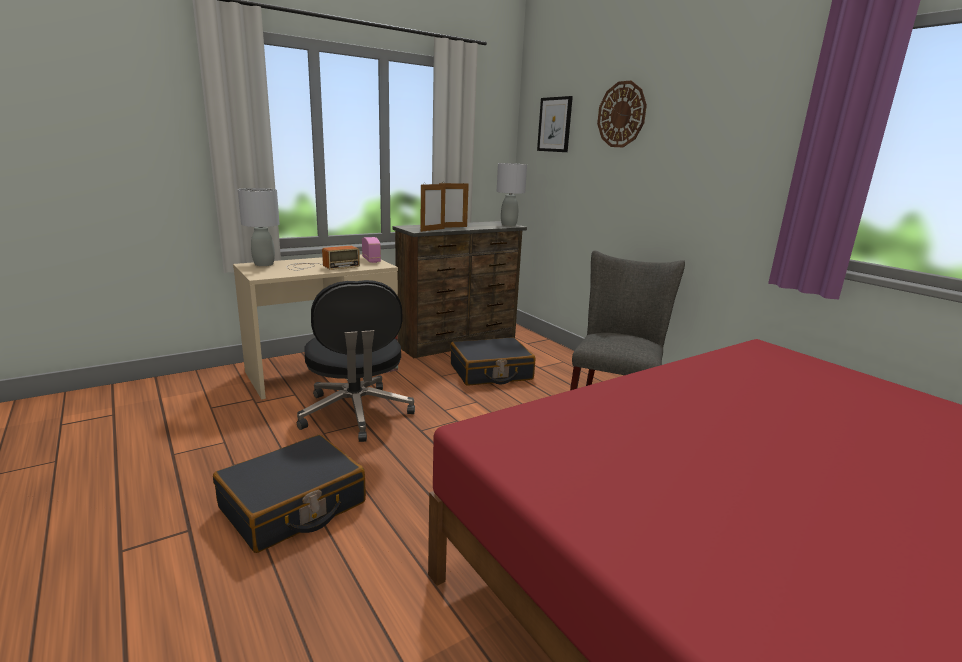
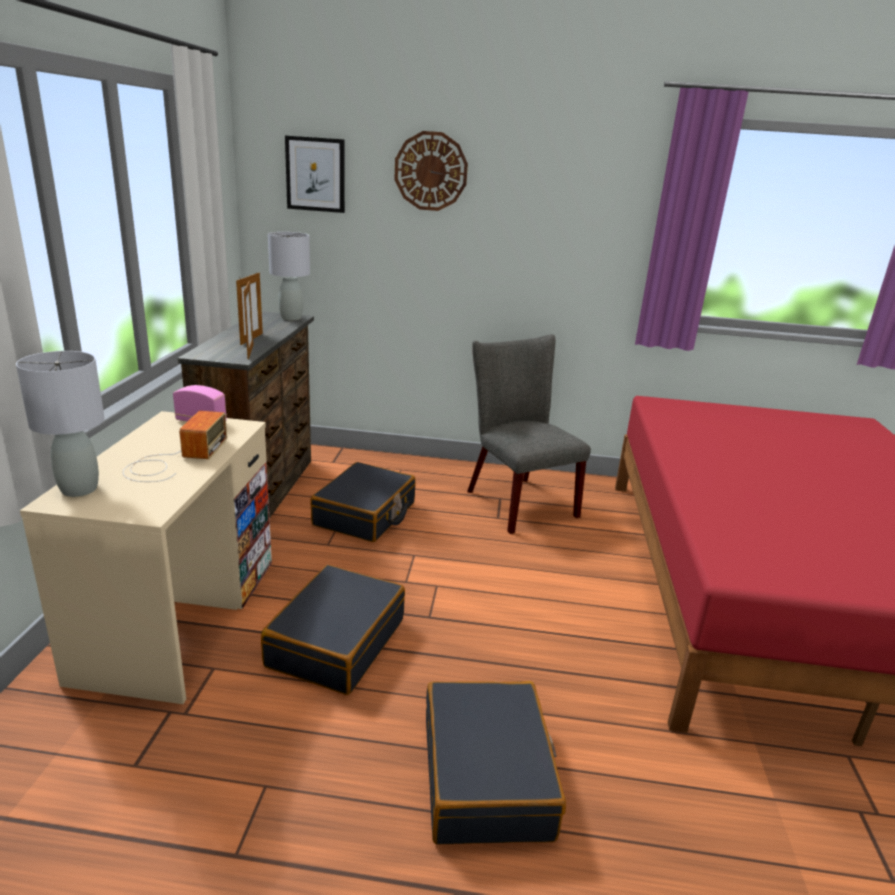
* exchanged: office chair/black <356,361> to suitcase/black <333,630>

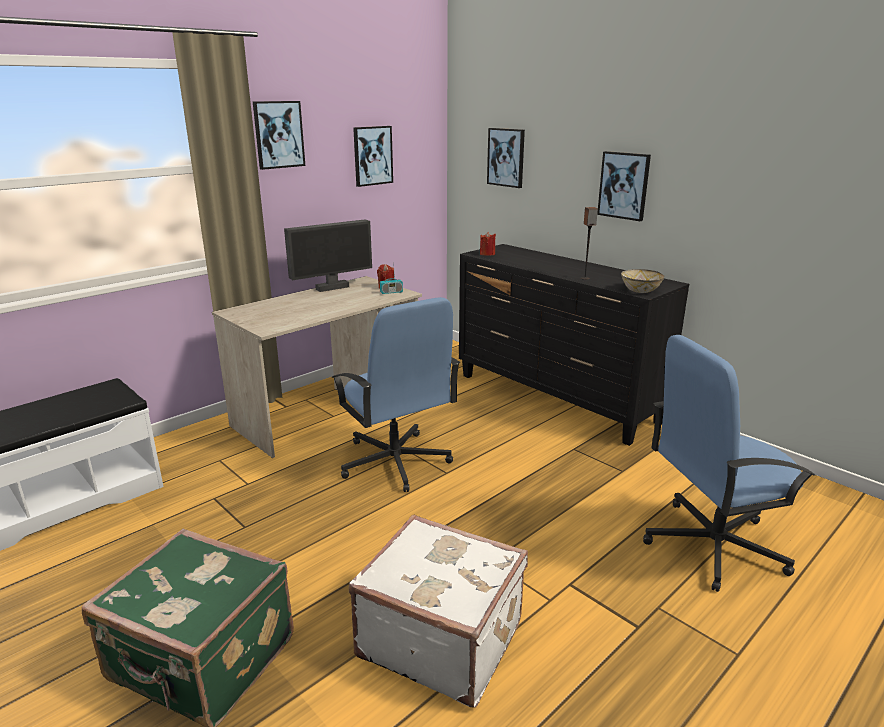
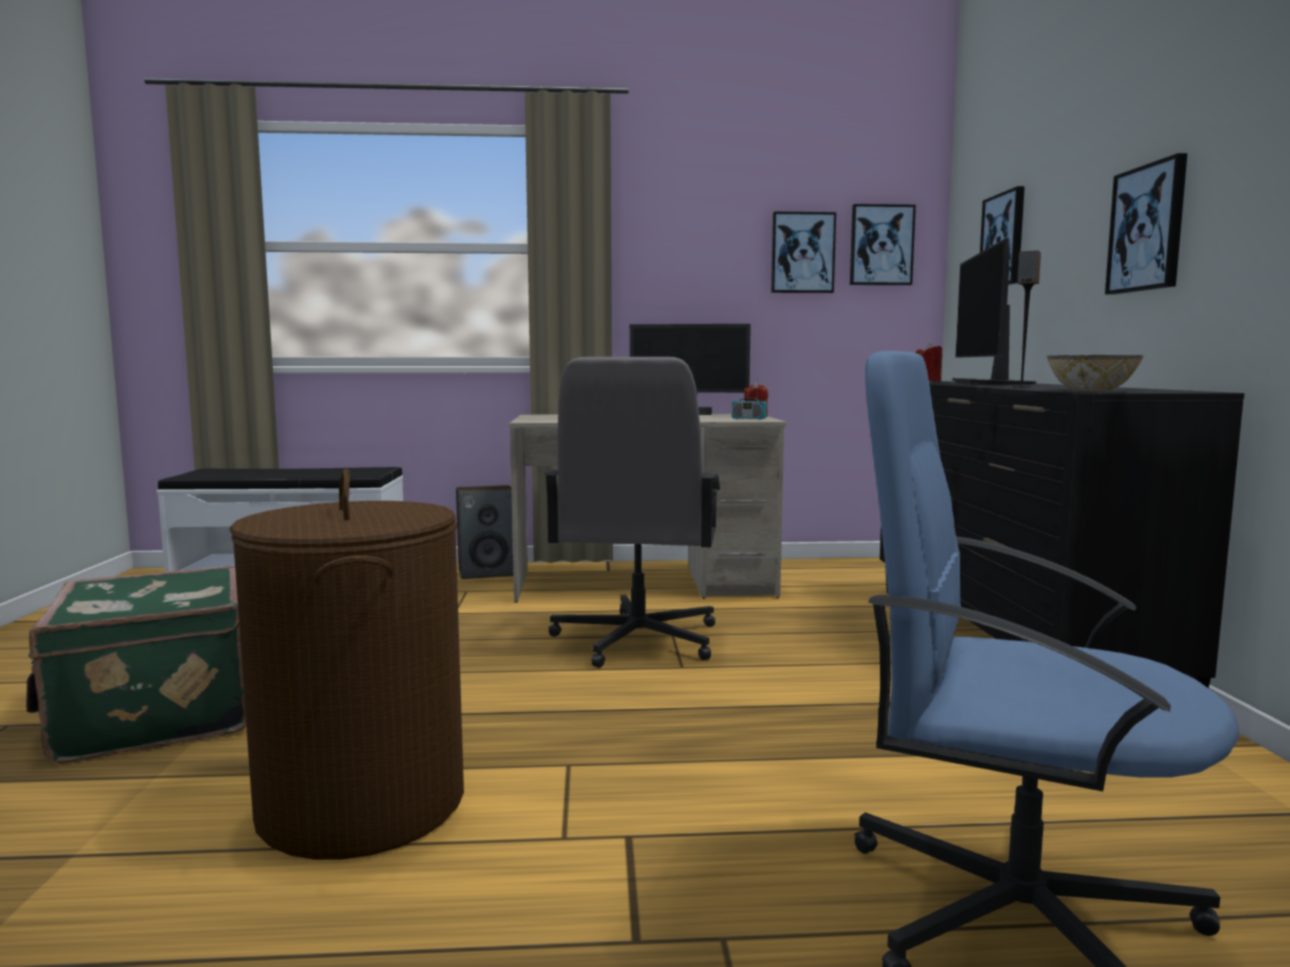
* relocated: picture <279,135> to <883,244>
* colour: office chair/blue <396,394> to office chair/grey <631,512>
* exchanged: suitcase/white <438,611> to laundry basket/brown <346,664>
* appeared: speaker <484,532>
* appeared: monitor <994,311>

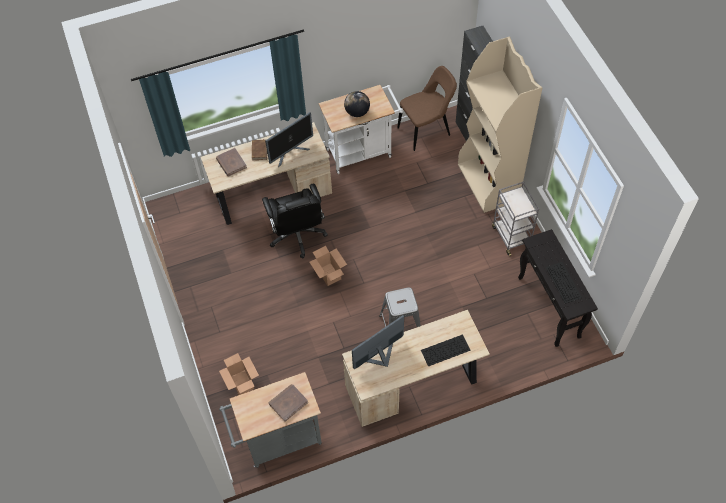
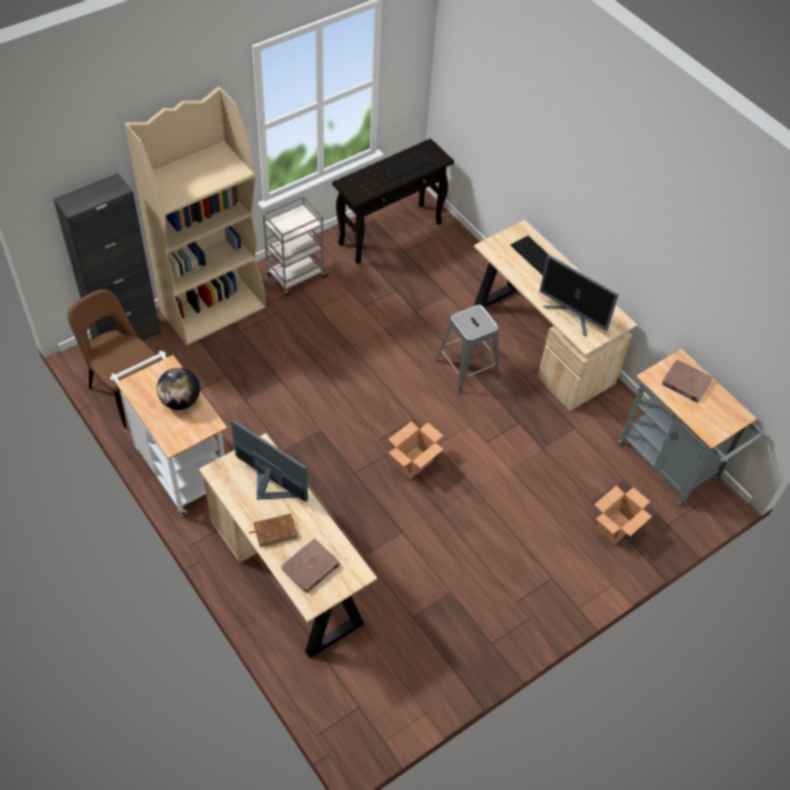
* missing: office chair/black <295,221>

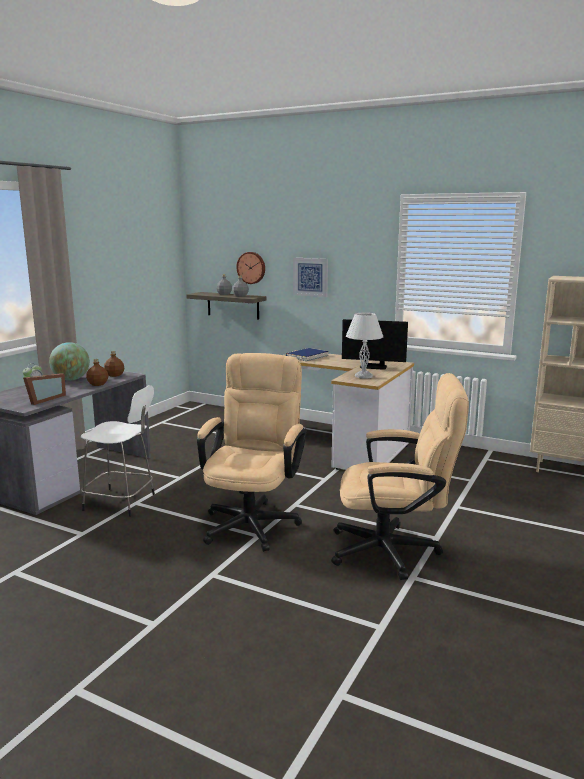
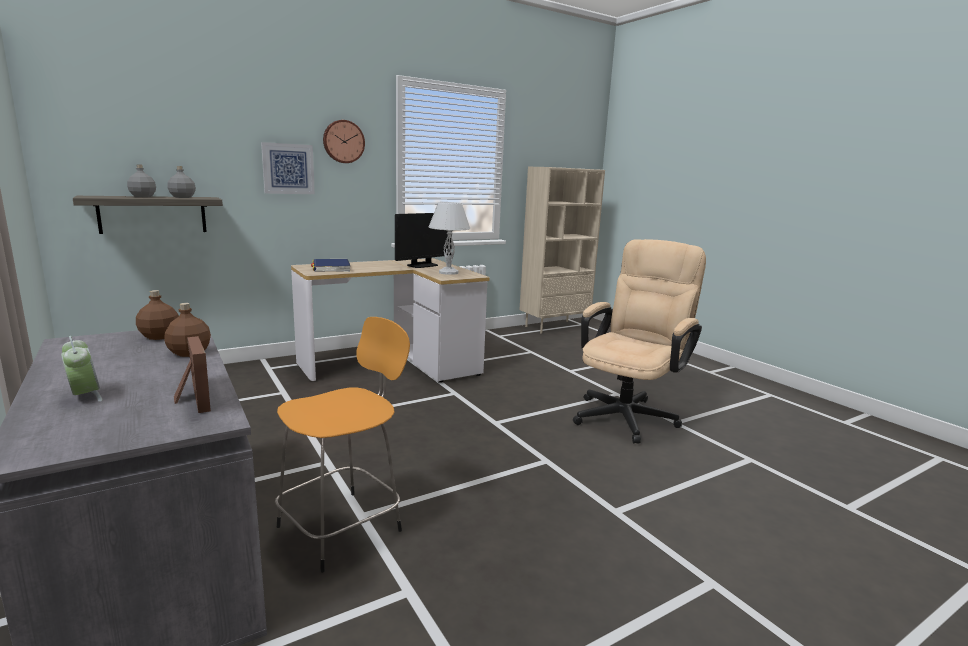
* missing: globe <69,361>
* colour: stool/white <118,451> to stool/orange <342,445>
* missing: office chair/beige <251,452>
* relocated: wall clock <250,268> to <344,141>

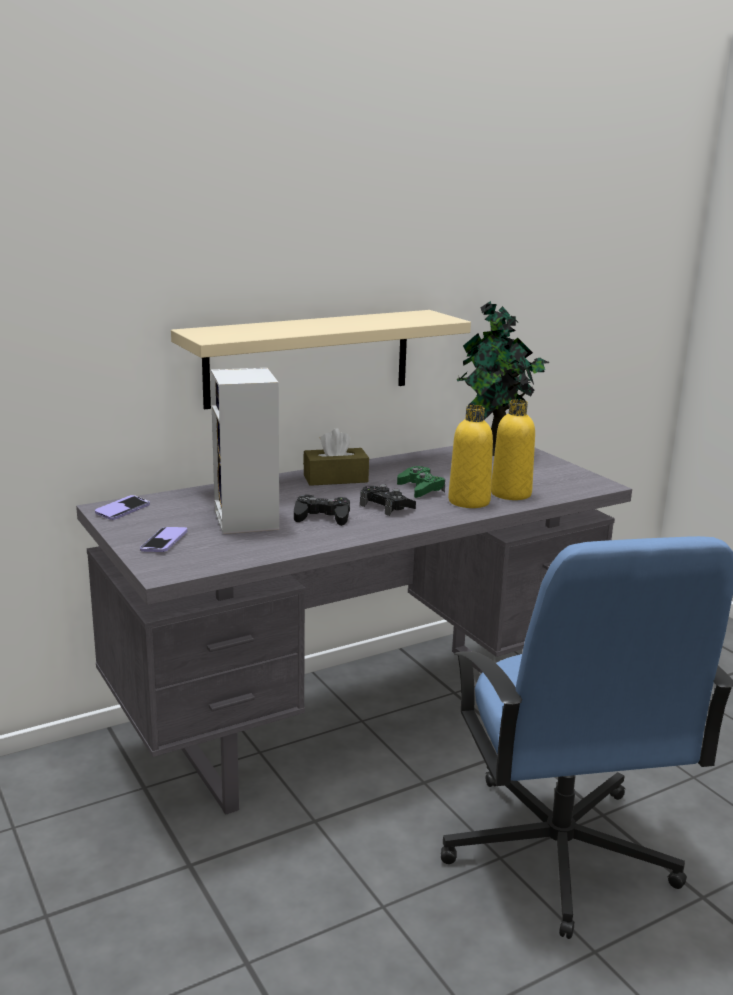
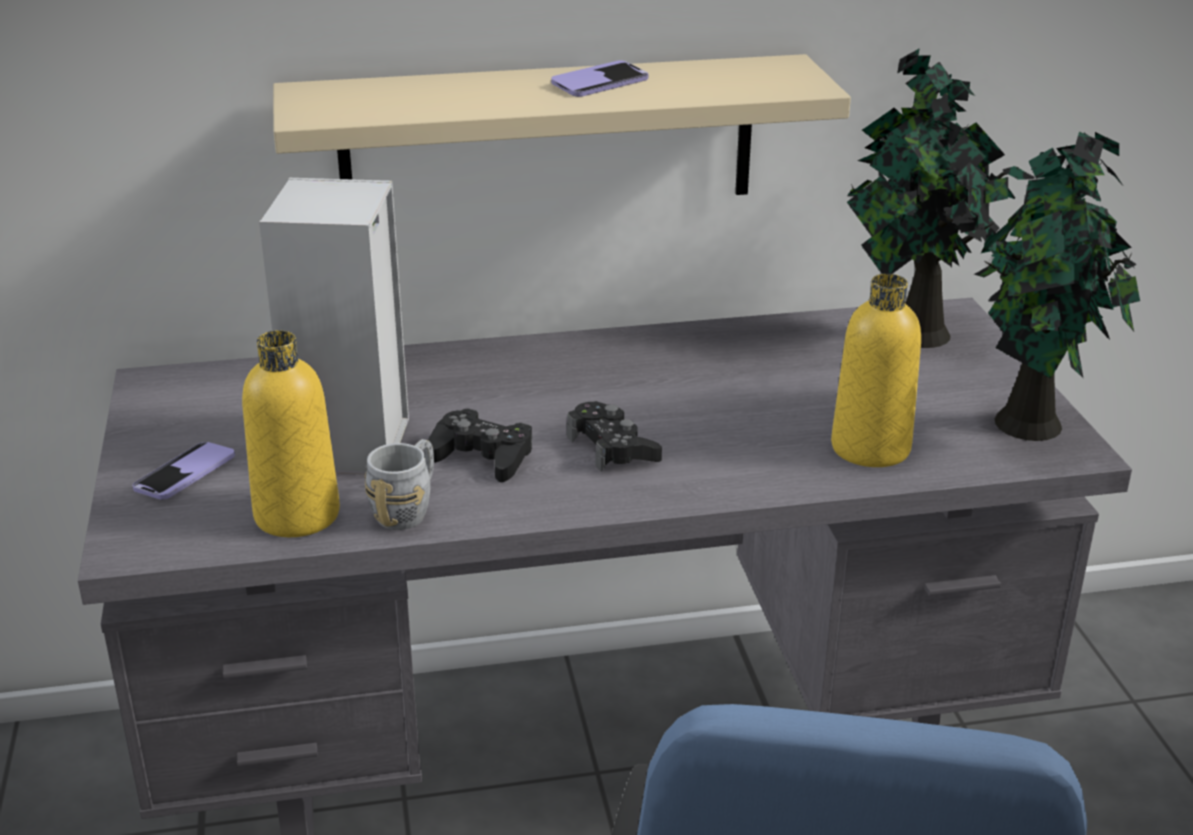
* relocated: phone <122,507> to <600,78>
* missing: tissue box/brown <336,457>
* missing: game controller/green <421,482>
* relocated: bottle/yellow <470,456> to <291,433>
* appeared: mug/grey <399,484>
* appeared: potted plant <1057,286>

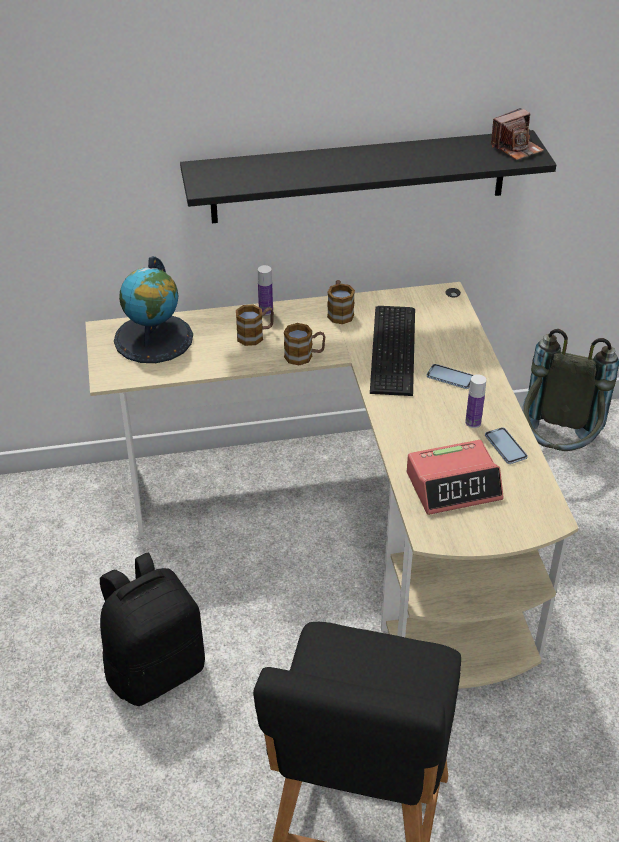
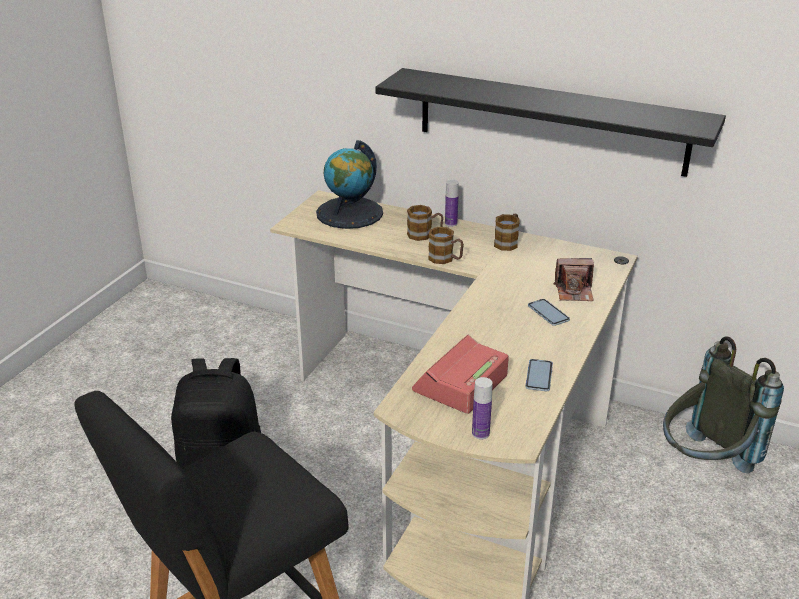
* missing: keyboard <392,351>
* spun: alarm clock <455,477> = <460,374> 105 degrees clockwise
* relocated: bottle <475,401> to <482,408>
* relocated: photo camera <517,134> to <573,279>

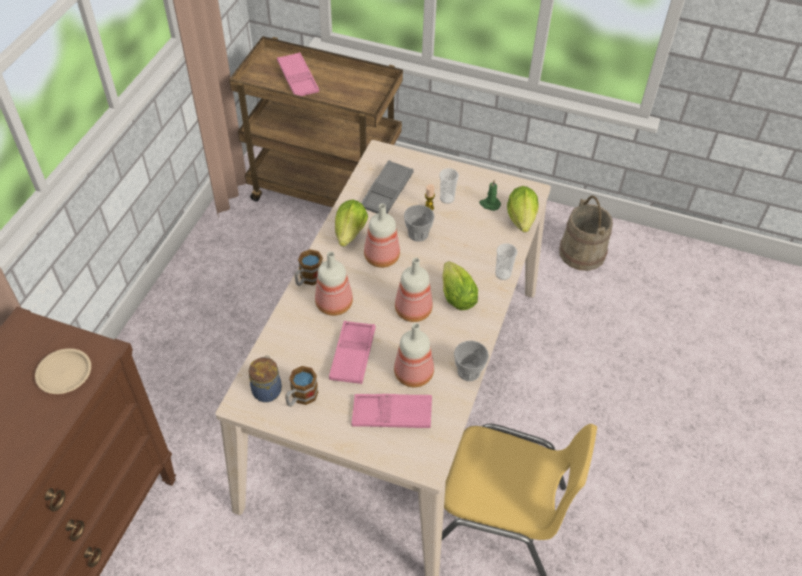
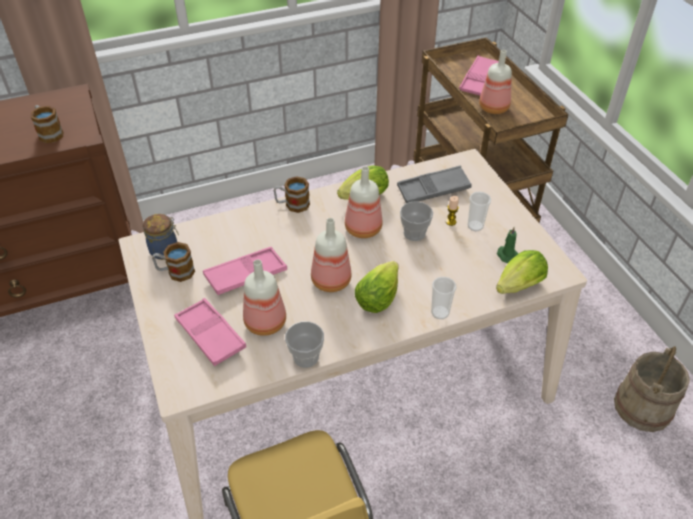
* exchanged: plate/beige <63,371> to mug <47,124>
* relocated: bottle <334,283> to <495,82>

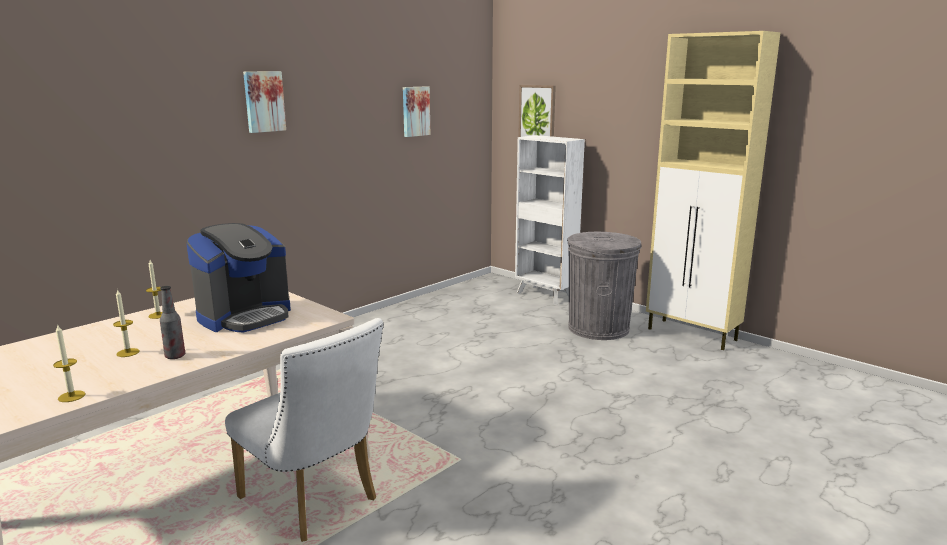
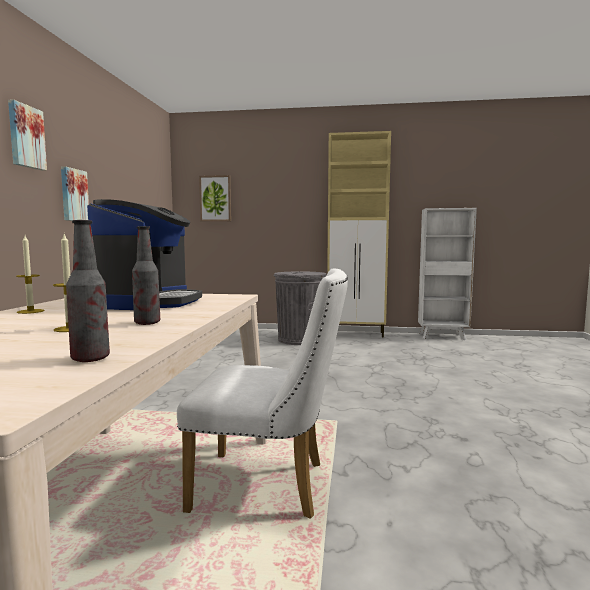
* exchanged: candle <69,363> to bottle <88,291>
* relocated: picture <416,111> to <75,193>
* relocated: bookcase/white <550,219> to <447,274>

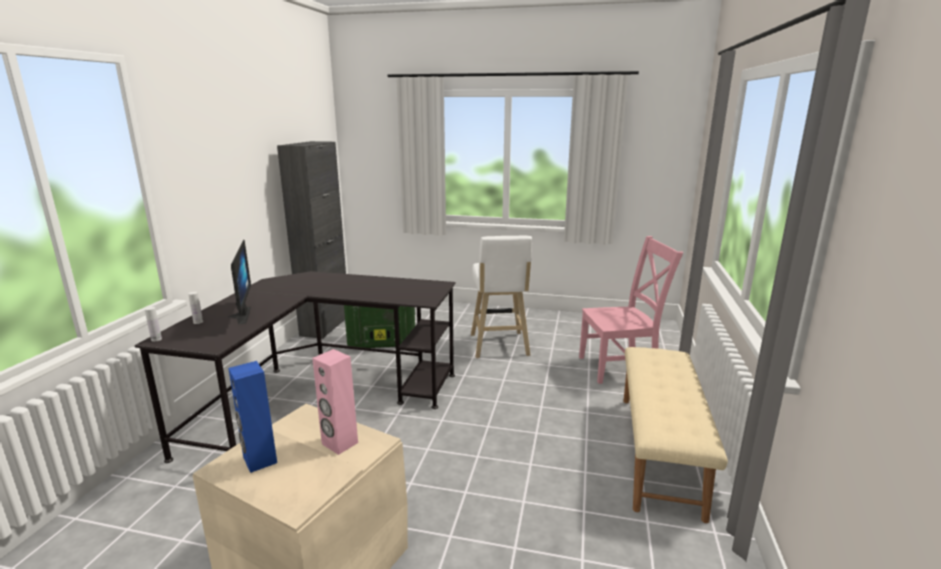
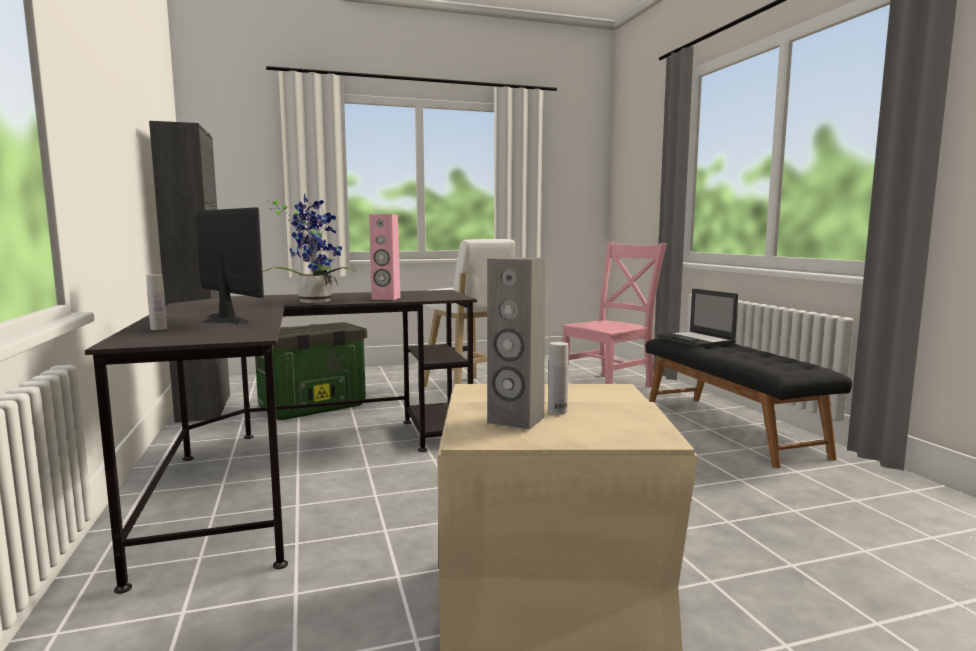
* relocated: bottle/white <153,324> to <558,378>
* colour: speaker/blue <252,417> to speaker/grey <516,343>
* relocated: speaker/pink <335,402> to <384,257>
* colour: bench/beige <675,435> to bench/black <748,403>
* appeared: potted plant <310,248>
* appeared: laptop <697,317>

